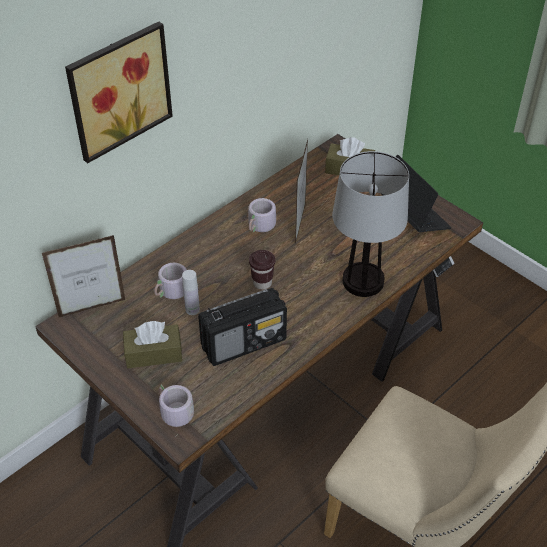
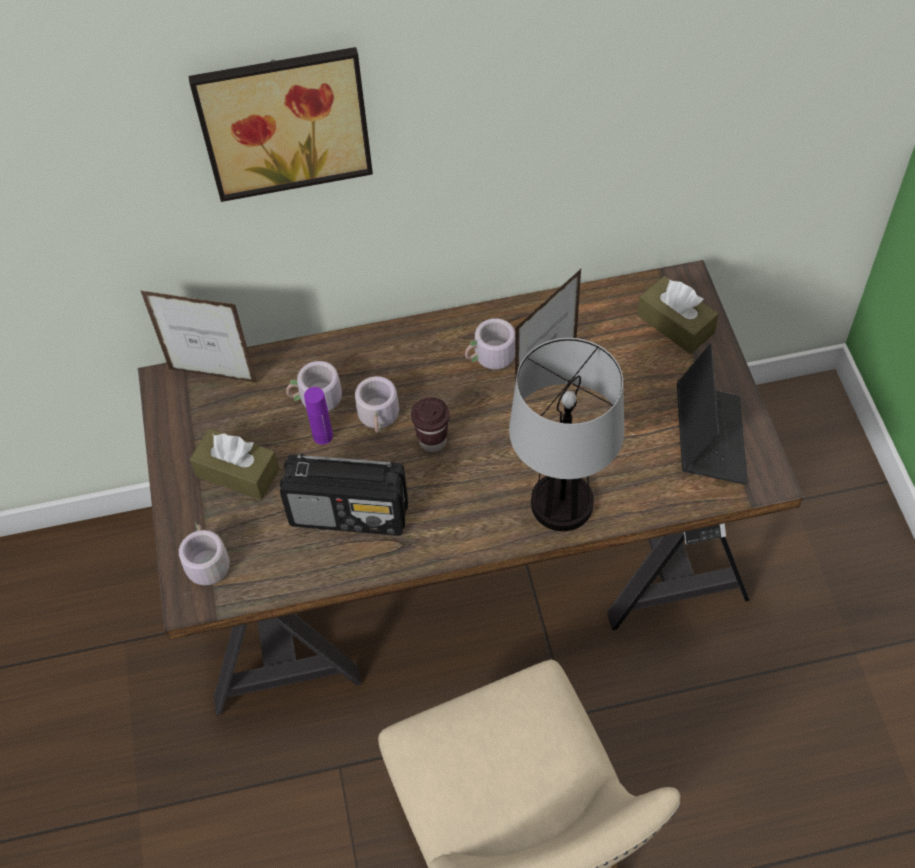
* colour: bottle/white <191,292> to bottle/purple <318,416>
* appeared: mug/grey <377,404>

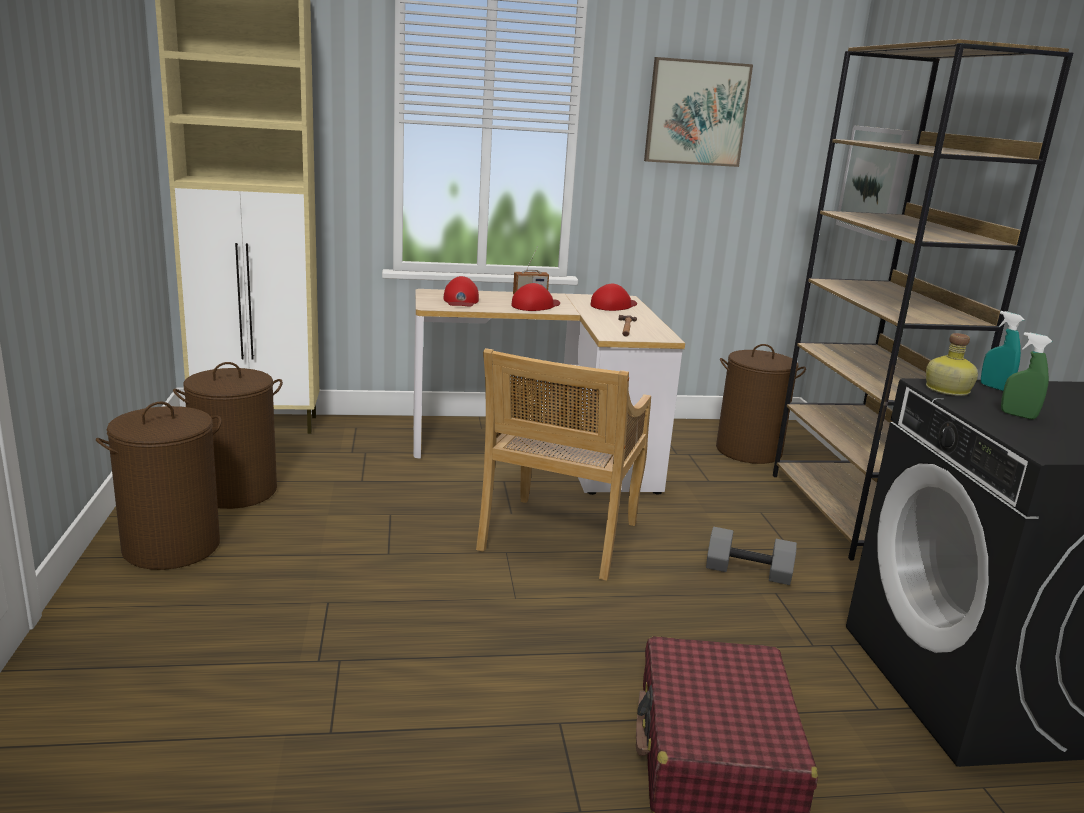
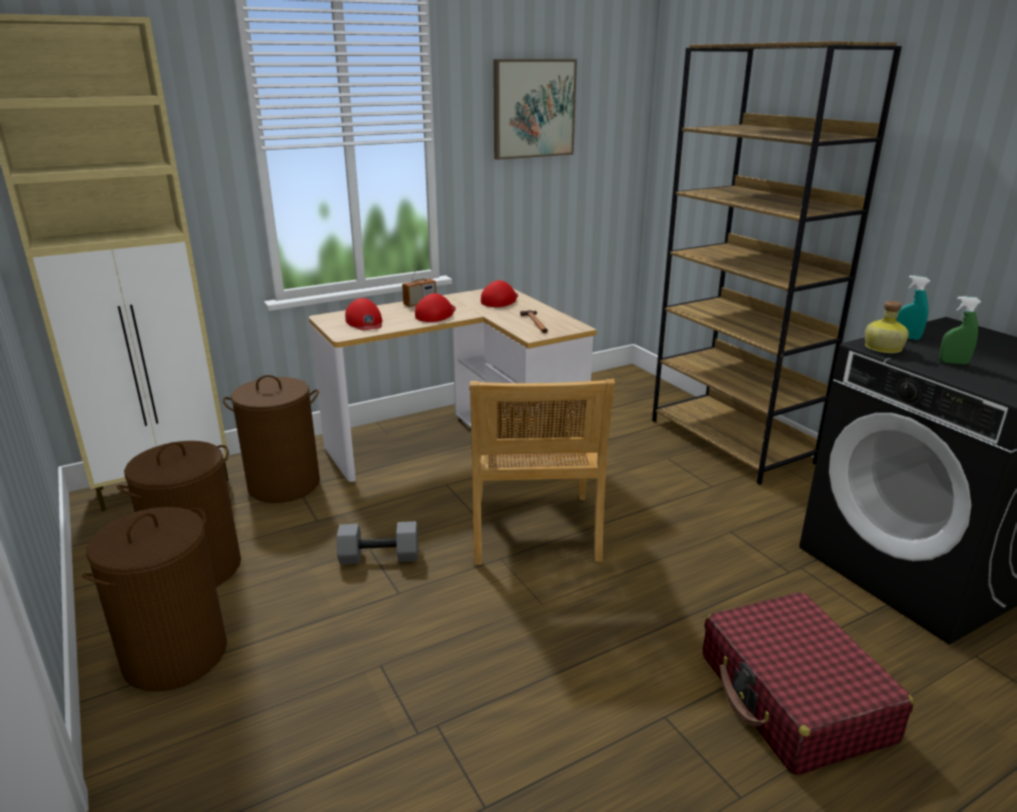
* relocated: dumbbell/grey <751,556> to <377,543>
* relocated: laundry basket/brown <761,404> to <271,439>
* missing: picture <874,183>

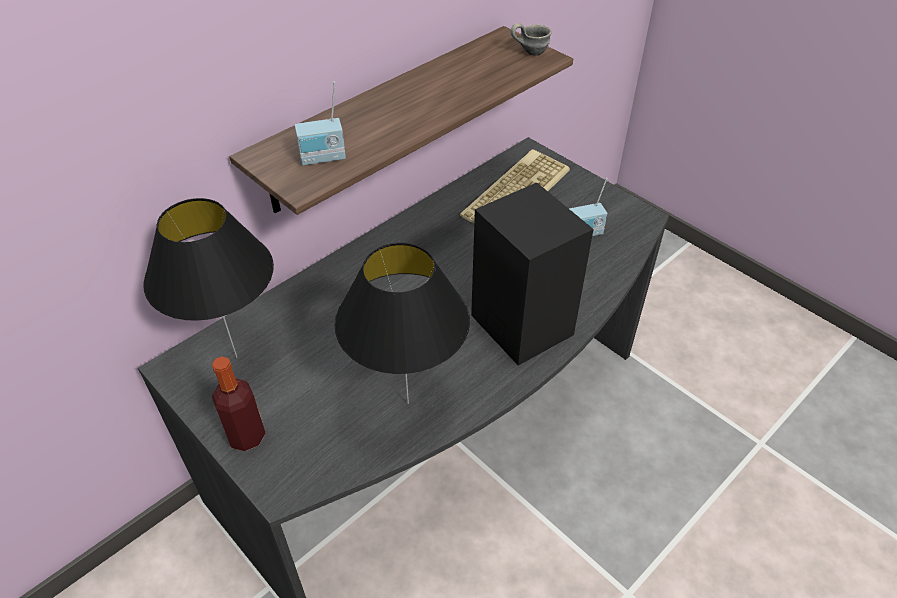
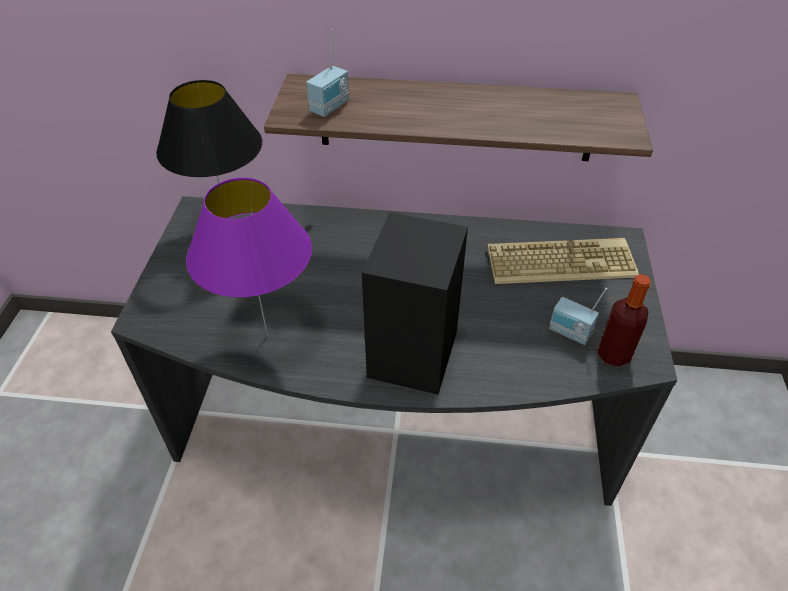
* relocated: bottle <239,404> to <624,320>
* spun: radio <320,123> = <327,73> 90 degrees counterclockwise
* colour: table lamp/black <402,323> to table lamp/purple <249,257>
* missing: mug/grey <531,39>

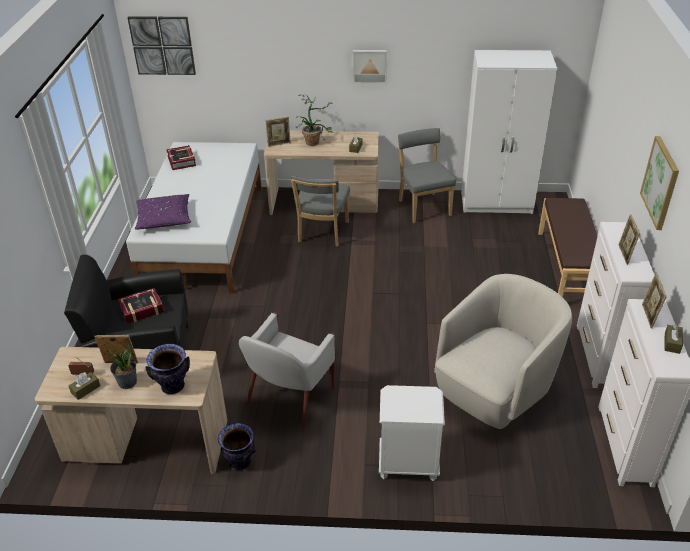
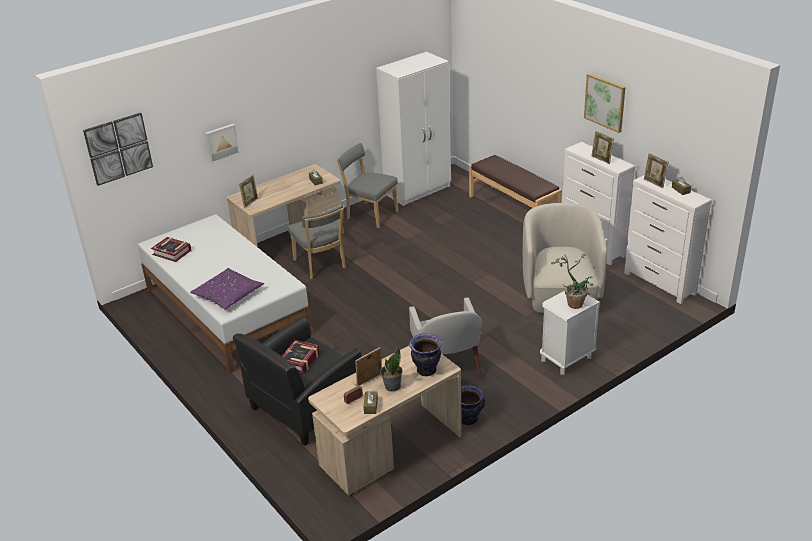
* relocated: potted plant <315,120> to <573,281>
* relocated: picture <370,67> to <222,143>

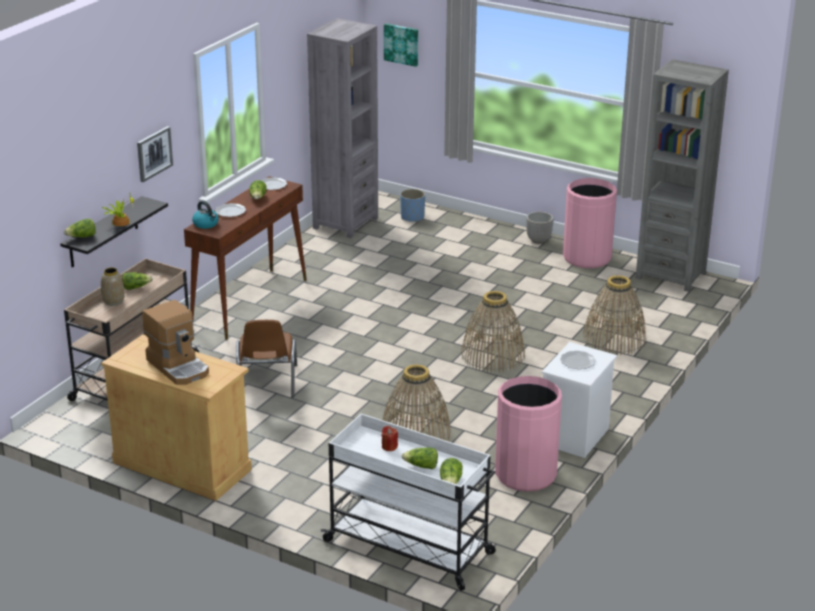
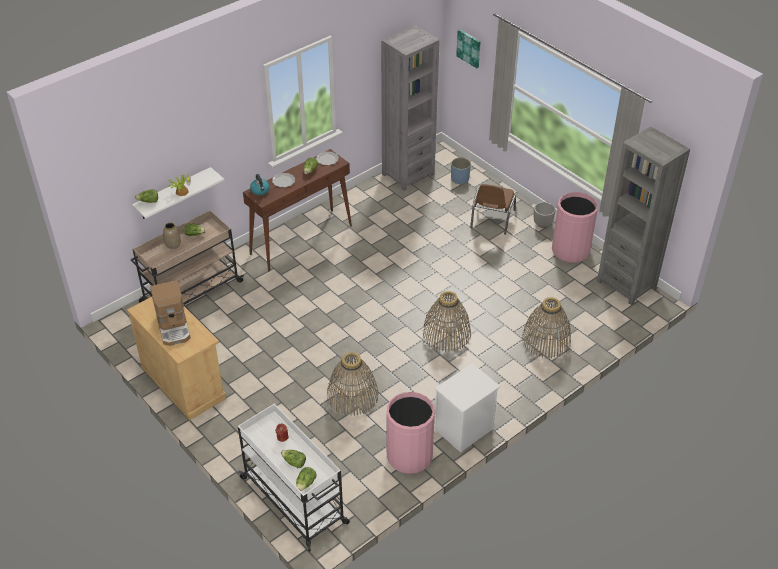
* colour: shelf/black <114,232> to shelf/white <178,193>
* missing: picture <155,154>
* relocated: chair/brown <266,358> to <493,209>
* missing: plate <578,360>

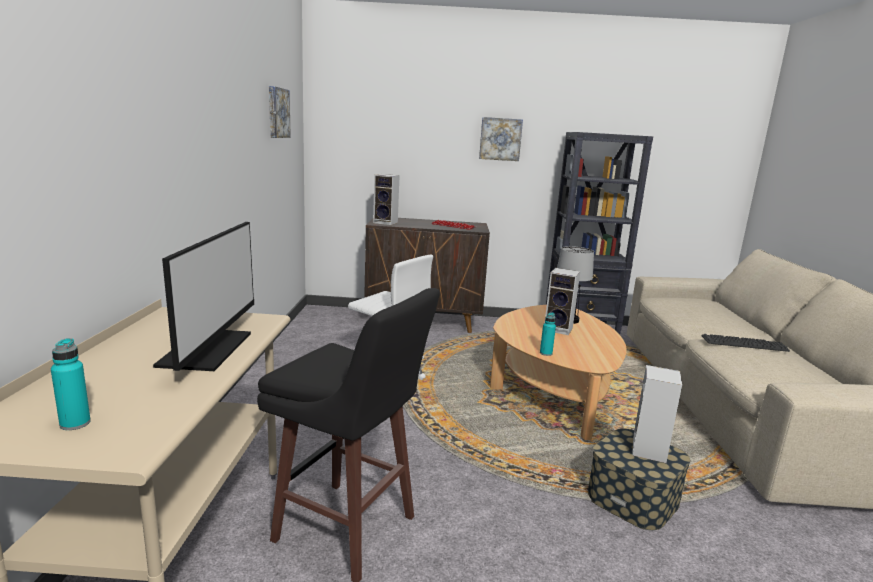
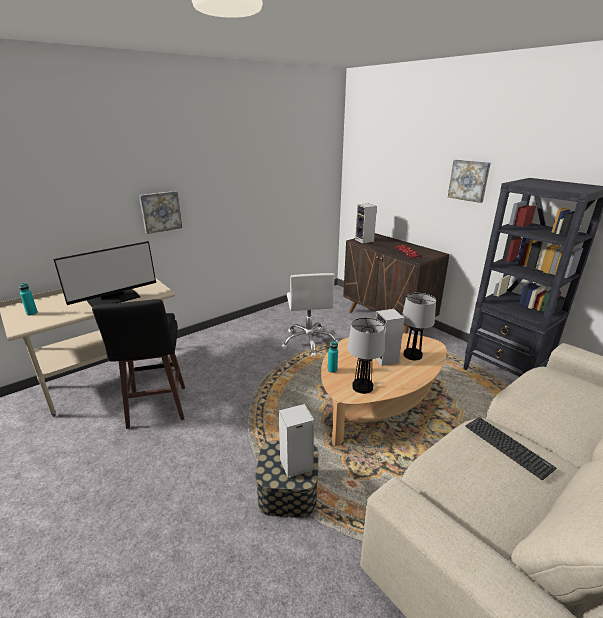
* relocated: picture <280,112> to <160,212>
* appeared: table lamp <366,355>

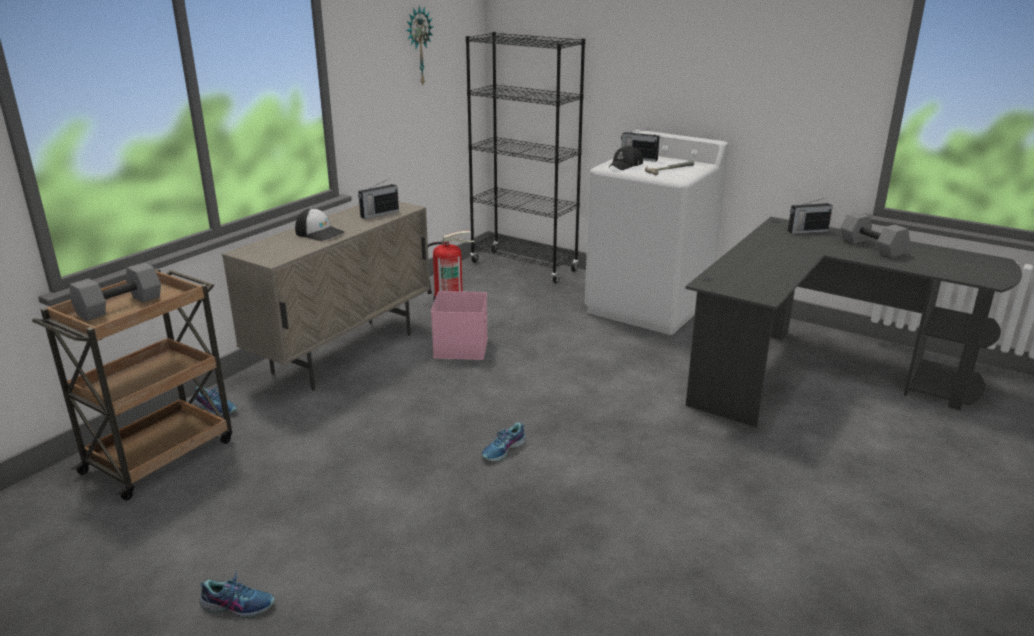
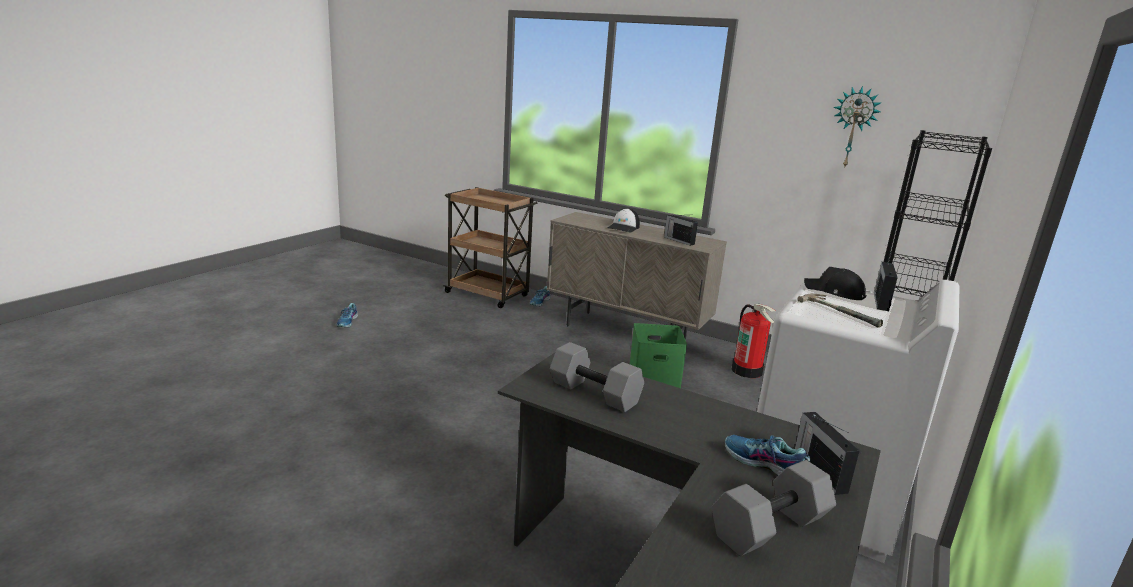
* relocated: dumbbell/grey <115,292> to <597,377>
* colour: storage box/pink <459,325> to storage box/green <658,355>
* relocated: shoe <504,441> to <767,455>

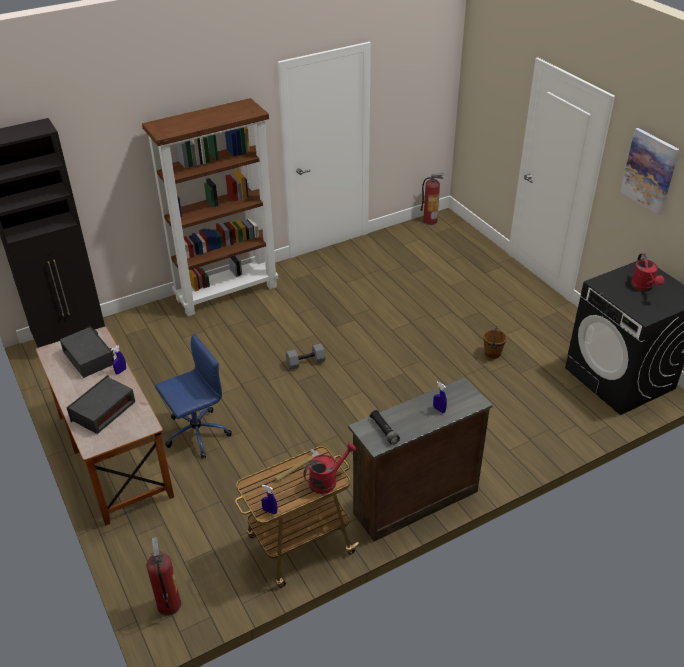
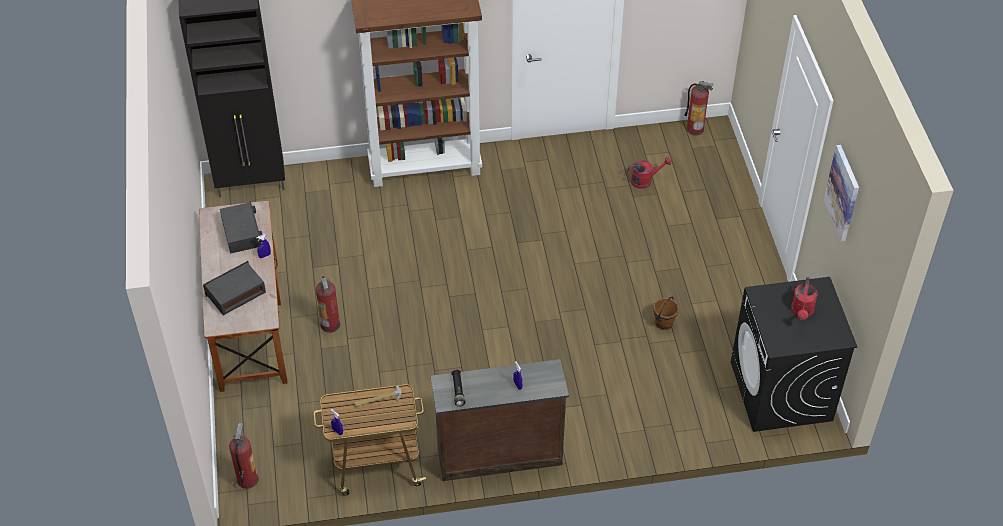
* exchanged: office chair/blue <193,396> to fire extinguisher <327,304>
* missing: dumbbell/grey <306,357>
* relocated: watering can/red <330,468> to <649,173>

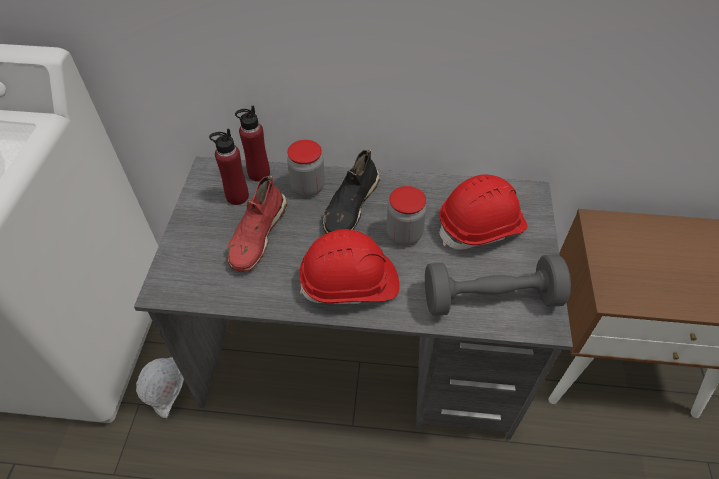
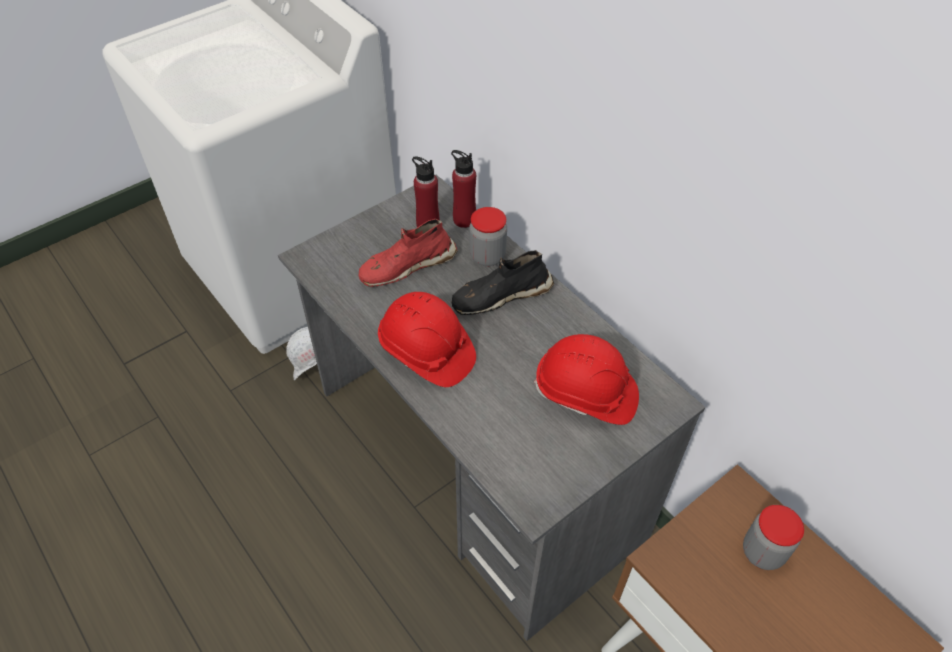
* relocated: jar <406,215> to <773,537>
* missing: dumbbell/grey <498,285>

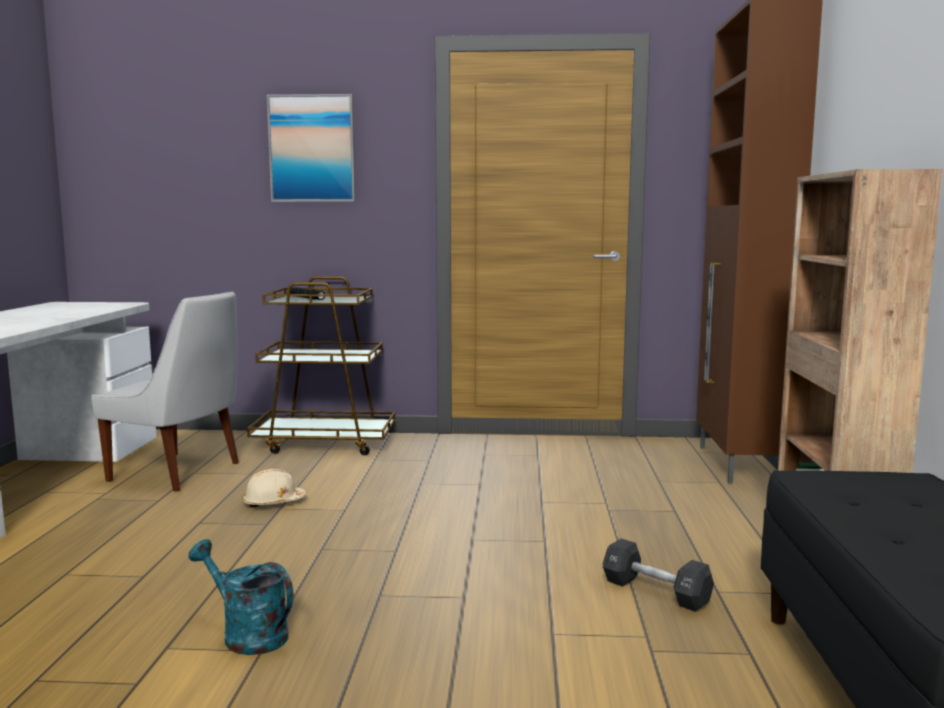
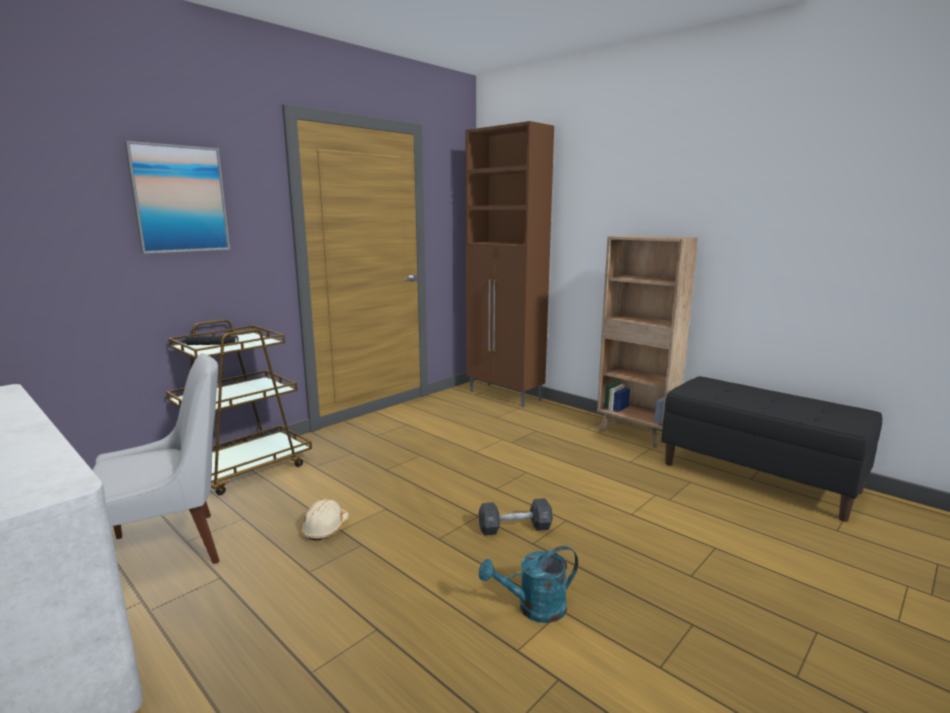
* relocated: dumbbell/black <658,575> to <516,517>

